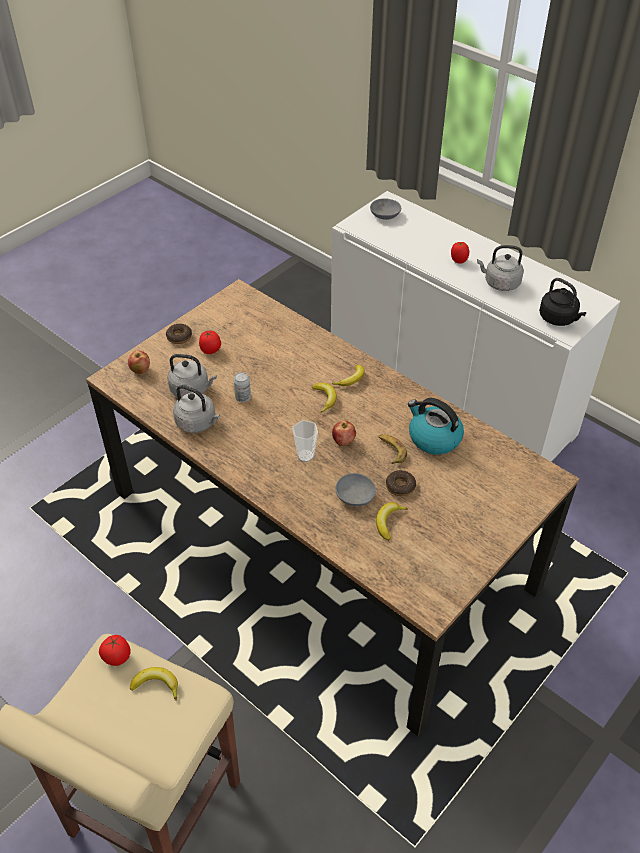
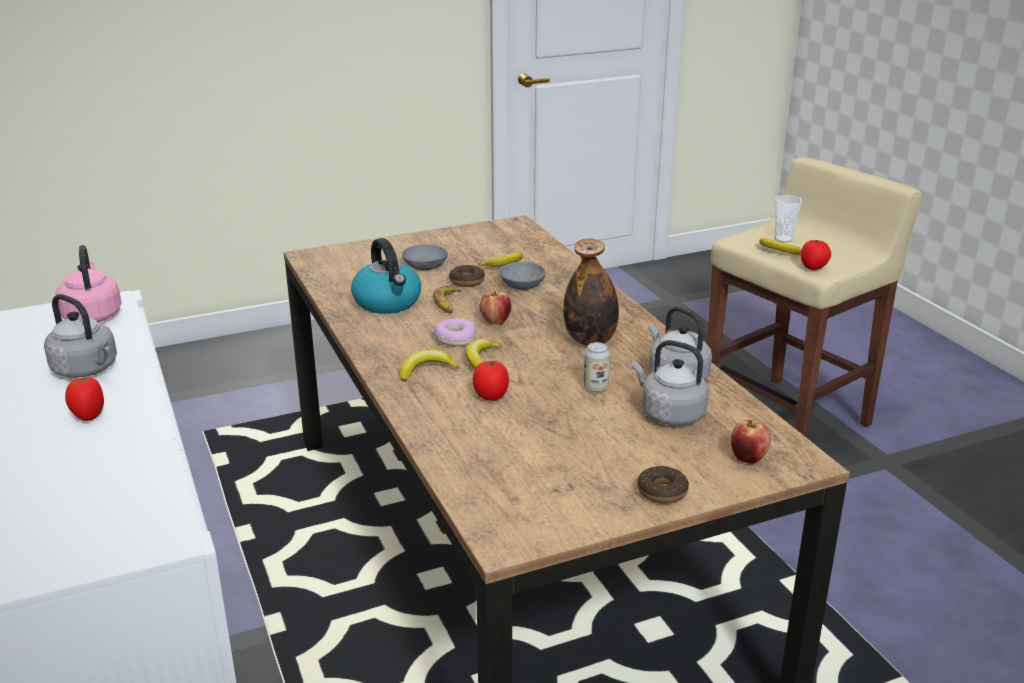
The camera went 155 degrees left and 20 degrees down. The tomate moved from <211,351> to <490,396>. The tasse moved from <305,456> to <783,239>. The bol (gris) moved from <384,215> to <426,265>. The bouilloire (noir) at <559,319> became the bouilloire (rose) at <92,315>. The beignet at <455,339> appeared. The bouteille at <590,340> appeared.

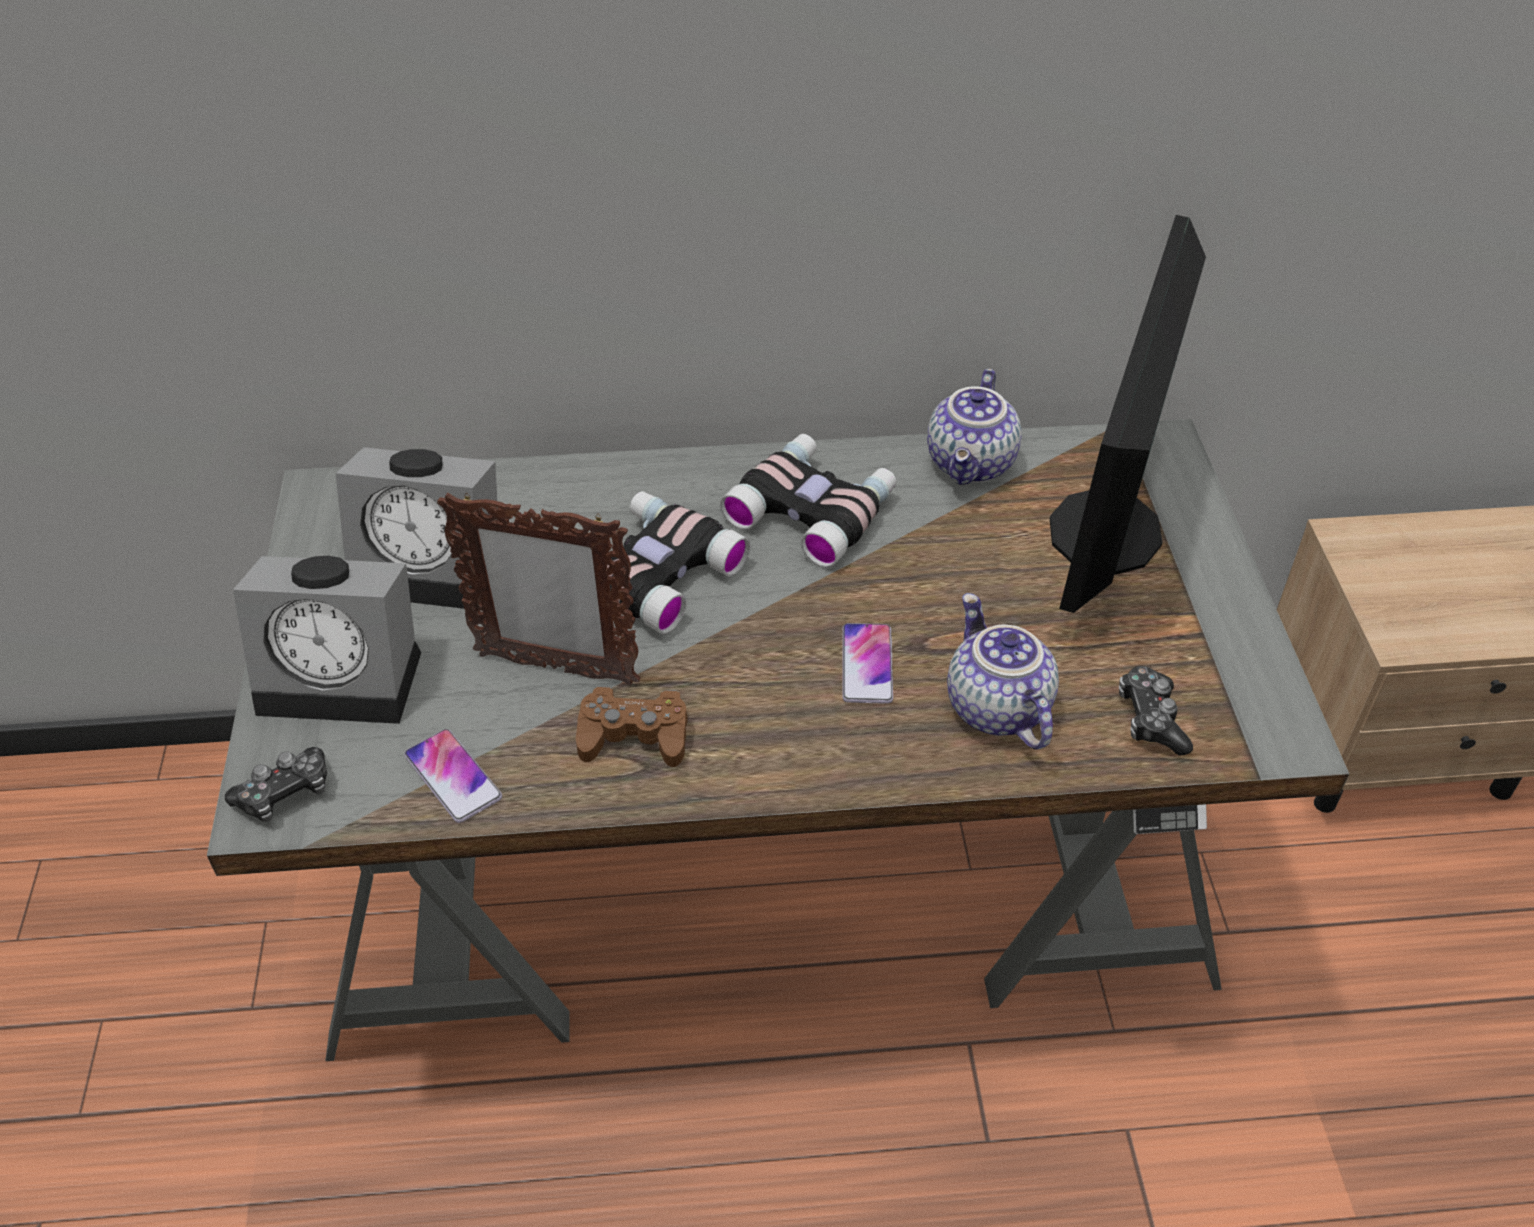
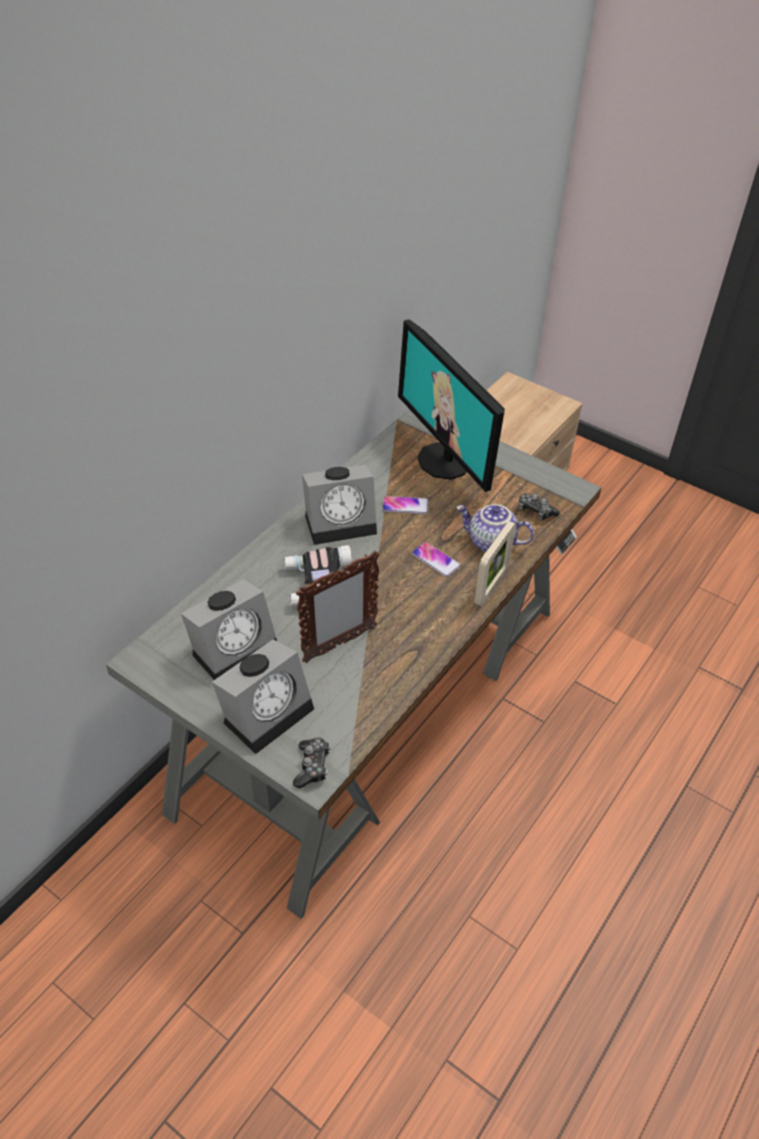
The camera went 50 degrees left and 0 degrees up. The téléphone moved from <453,776> to <405,506>. The manette (marron) at <634,736> disappeared. The jumelles at <813,509> was replaced by the réveil at <342,522>. The théière at <972,464> disappeared. The cadre photo at <491,586> appeared.

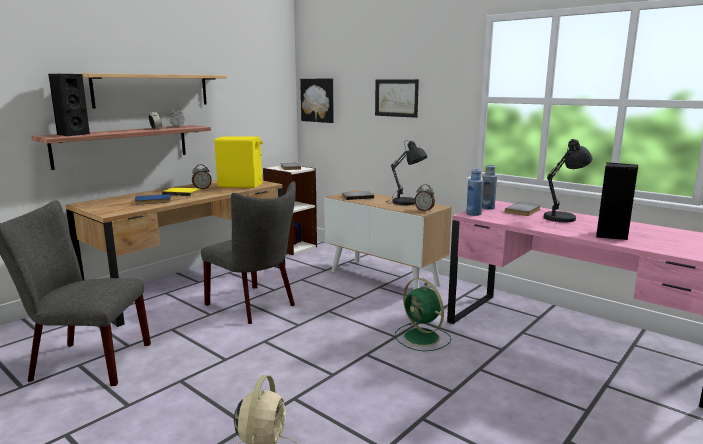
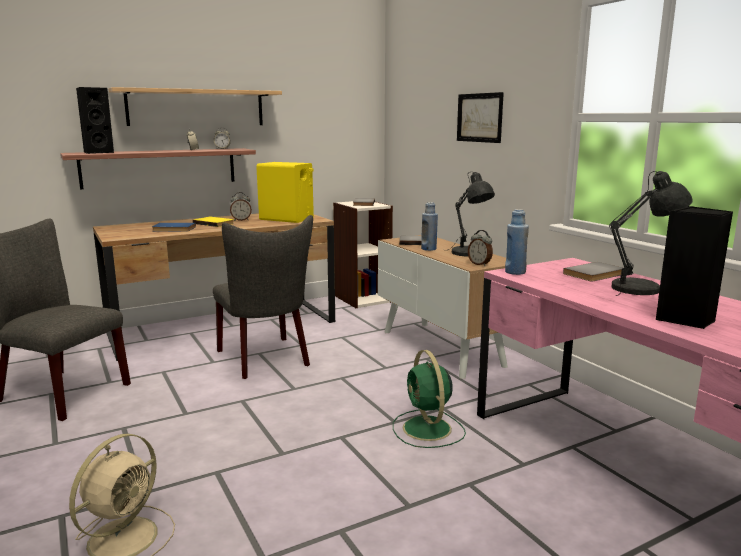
The camera went 20 degrees right and 0 degrees up. The tableau at <318,100> disappeared. The bouteille (bleu) moved from <487,208> to <428,249>.

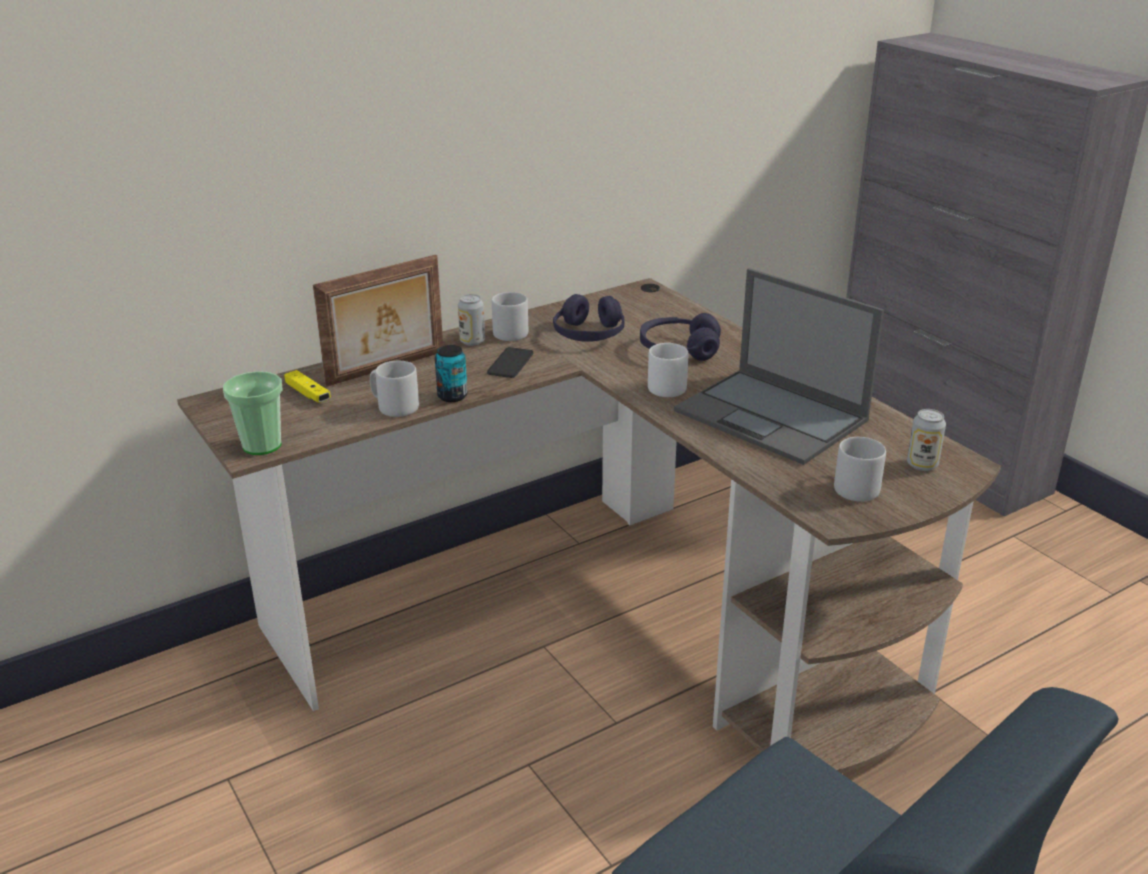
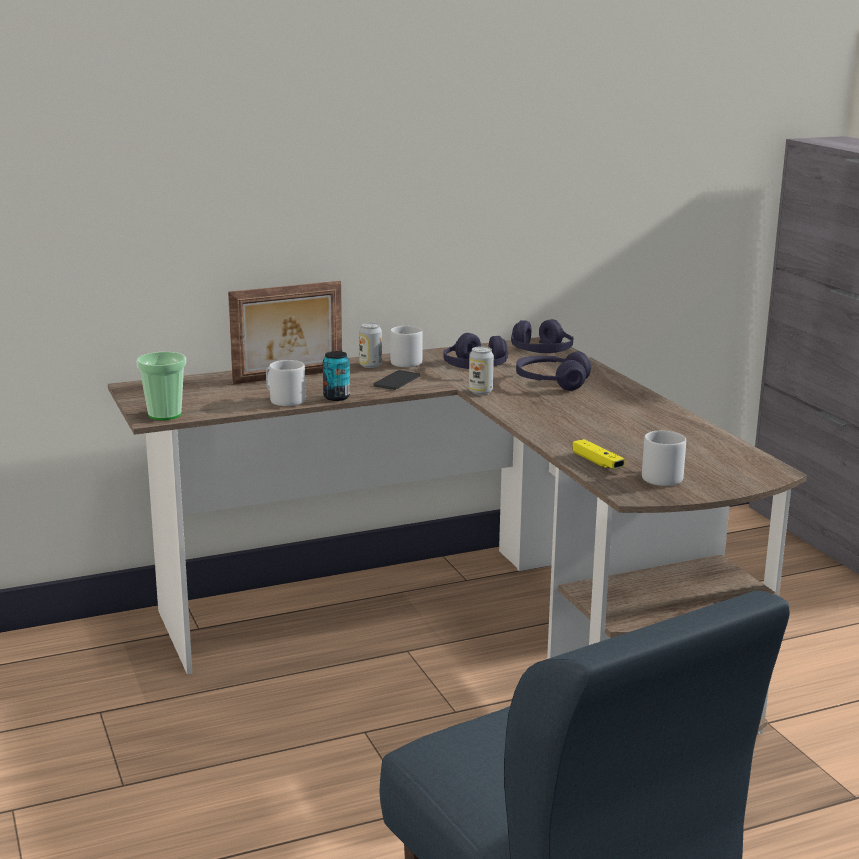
The camera went 10 degrees right and 10 degrees down. The manette (jaune) moved from <308,394> to <597,462>. The mug (blanc) at <669,387> disappeared. The ordinateur portable at <773,416> disappeared. The boîte métallique moved from <922,465> to <480,392>. The casque audio (violet) at <541,352> appeared.

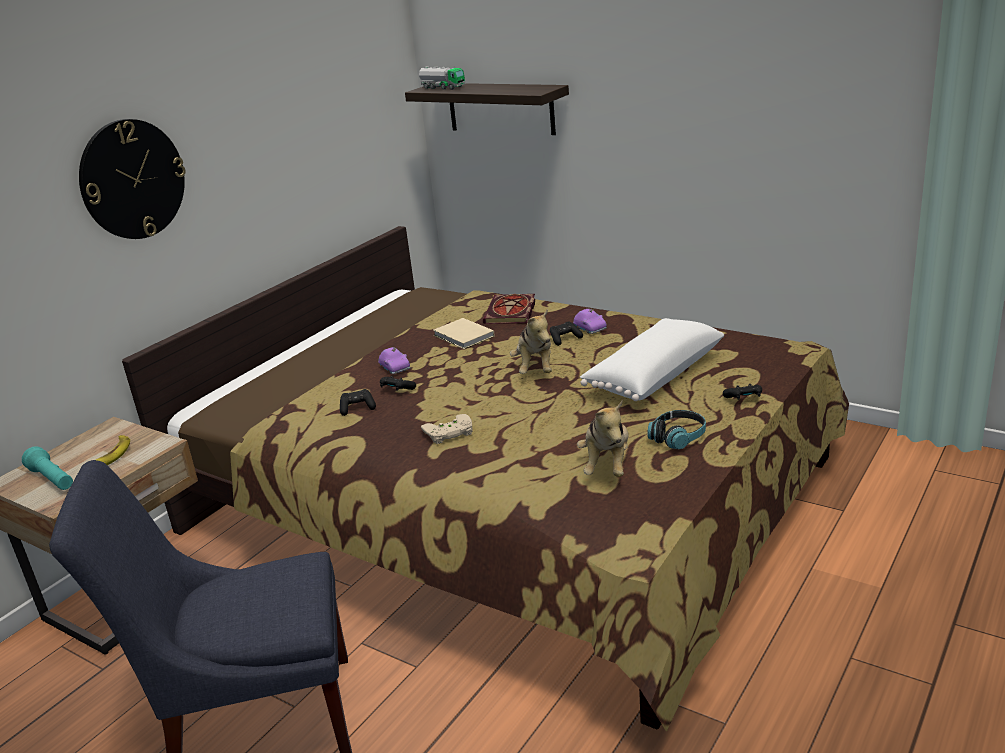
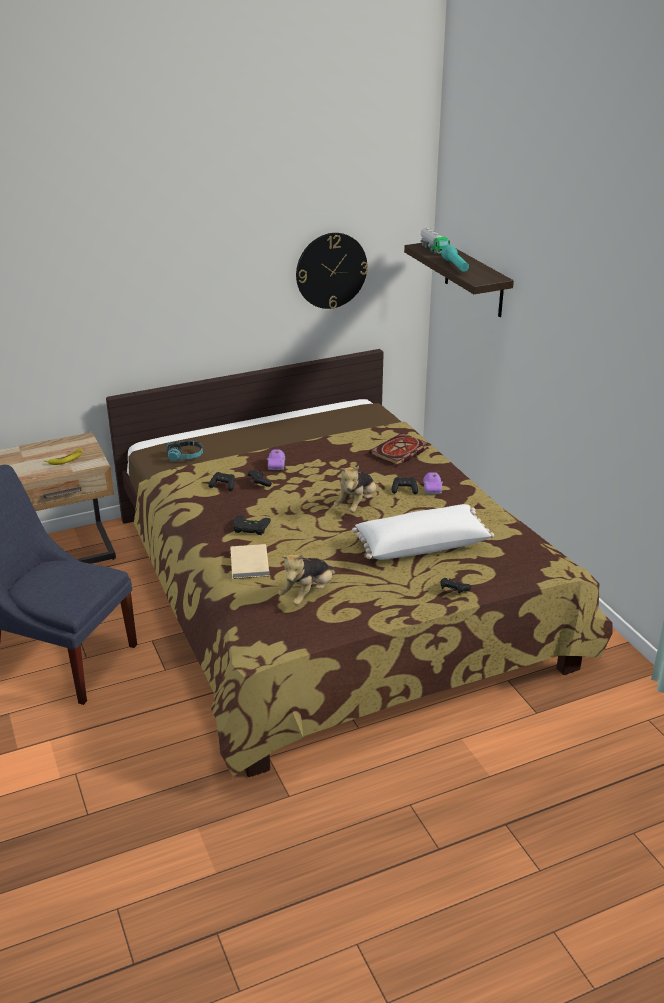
The camera went 30 degrees right and 5 degrees up. The lampe de poche (turquoise) moved from <52,480> to <455,266>. The horloge murale moved from <132,179> to <331,270>. The manette (beige) at <449,433> became the manette (noir) at <250,528>. The livre (beige) moved from <464,336> to <248,564>. The casque audio moved from <678,437> to <185,456>.

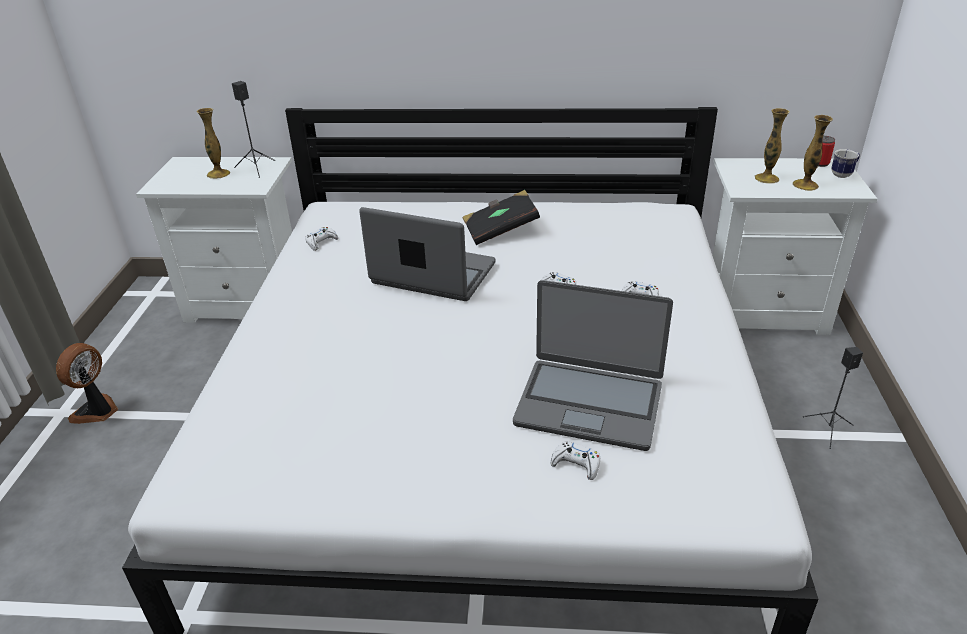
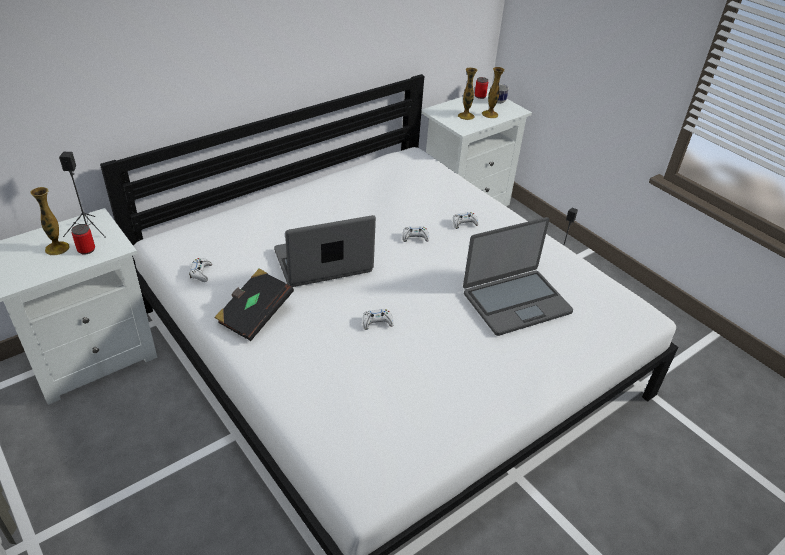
The camera went 45 degrees left and 5 degrees up. The ventilateur at <97,411> disappeared. The livre (noir) moved from <500,230> to <255,315>. The manette (blanc) moved from <576,464> to <377,322>. The boîte métallique at <86,249> appeared.

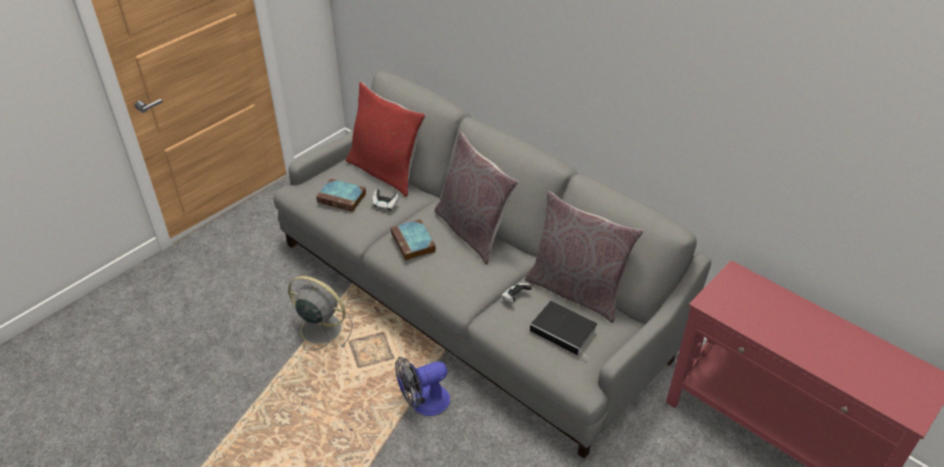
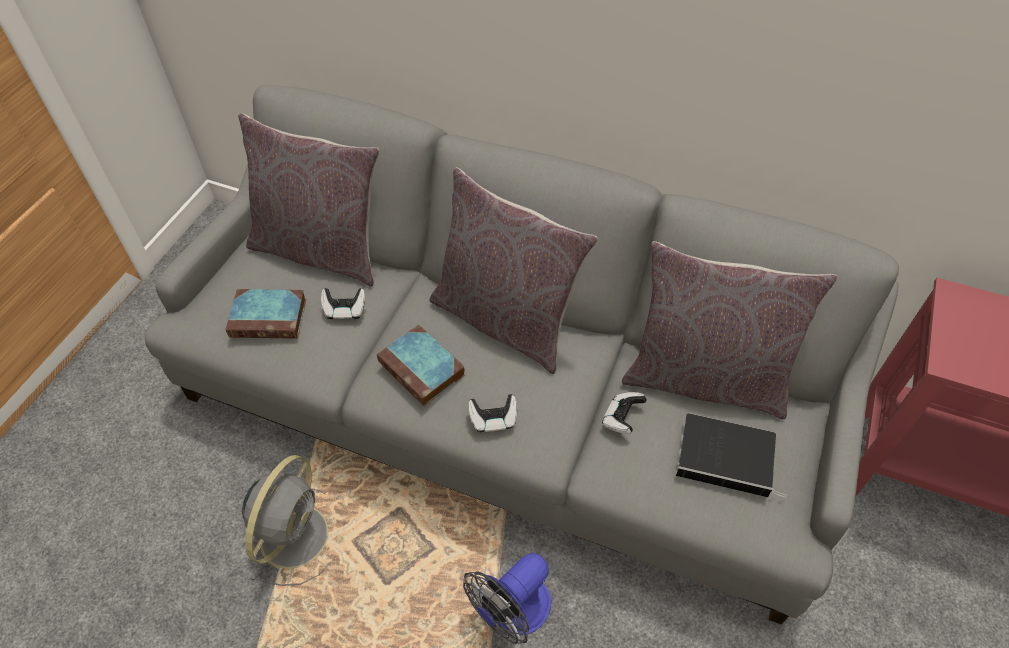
The camera went 20 degrees left and 10 degrees up. The ventilateur (gris) at <319,328> turned 105 degrees clockwise. The coussin (rouge) at <386,172> became the coussin (gris) at <321,250>. The manette at <493,420> appeared.

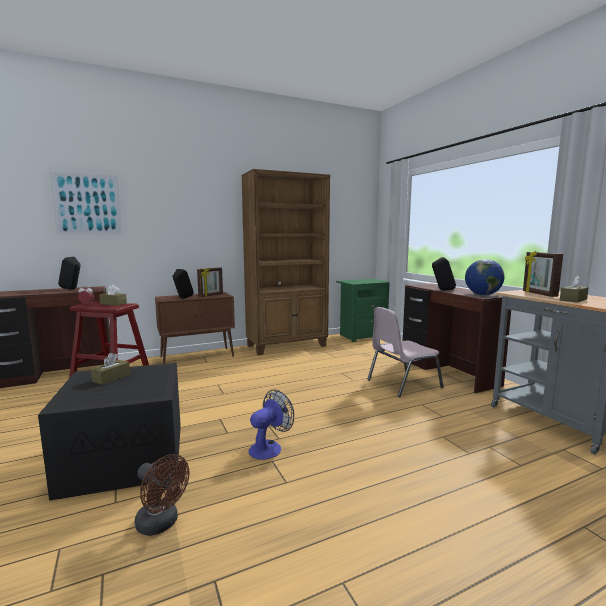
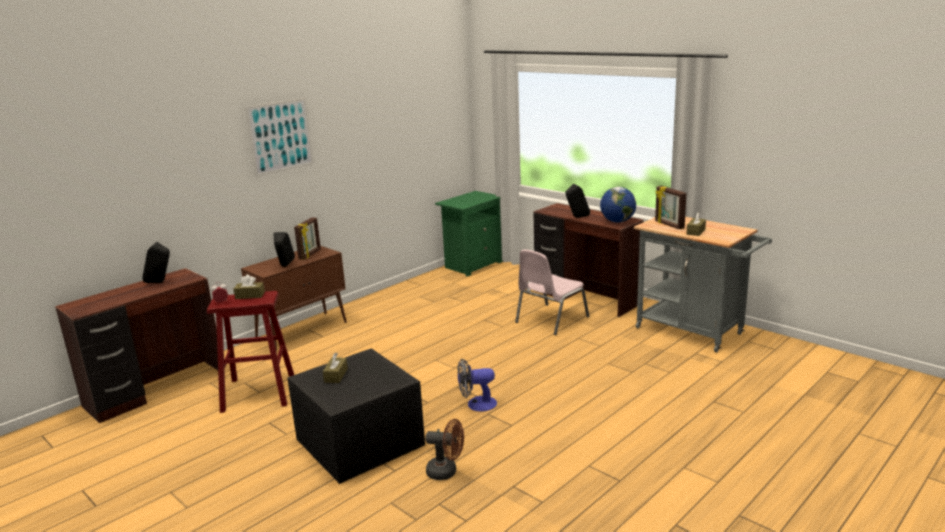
The camera went 20 degrees left and 10 degrees up. The tableau moved from <87,204> to <280,136>. The bibliothèque (marron) at <287,346> disappeared. The ventilateur at <269,447> turned 120 degrees counterclockwise.

